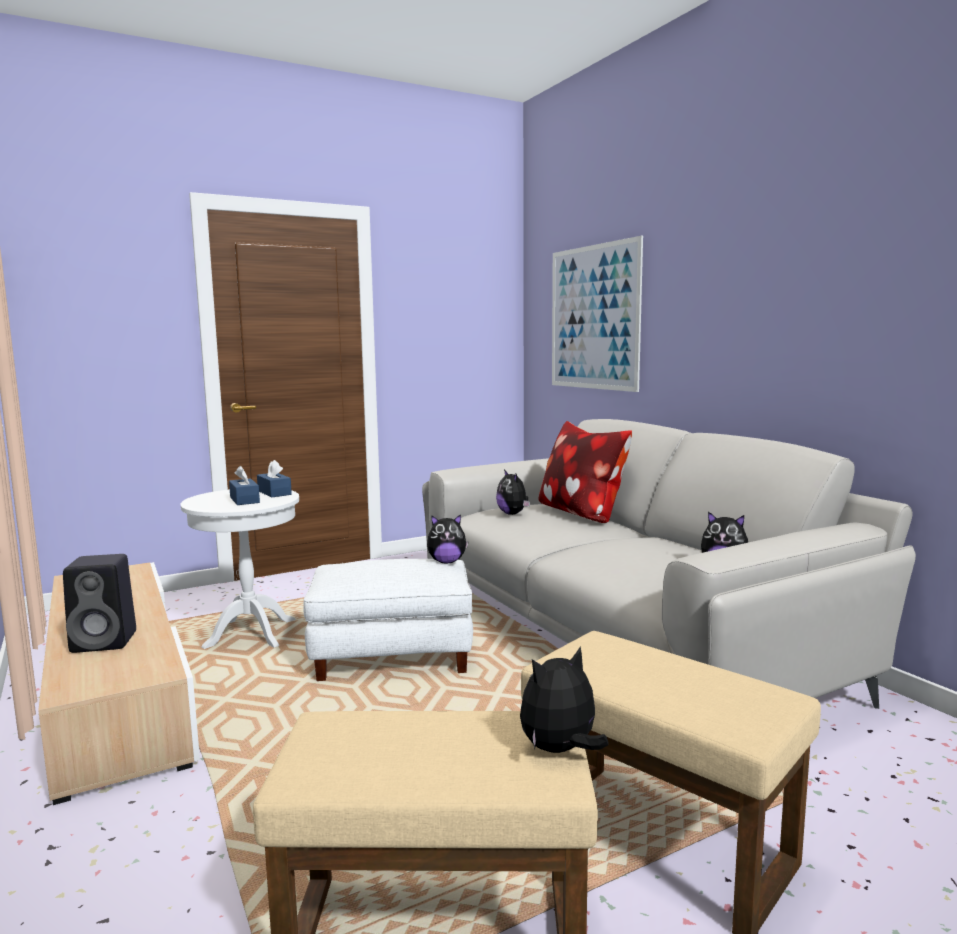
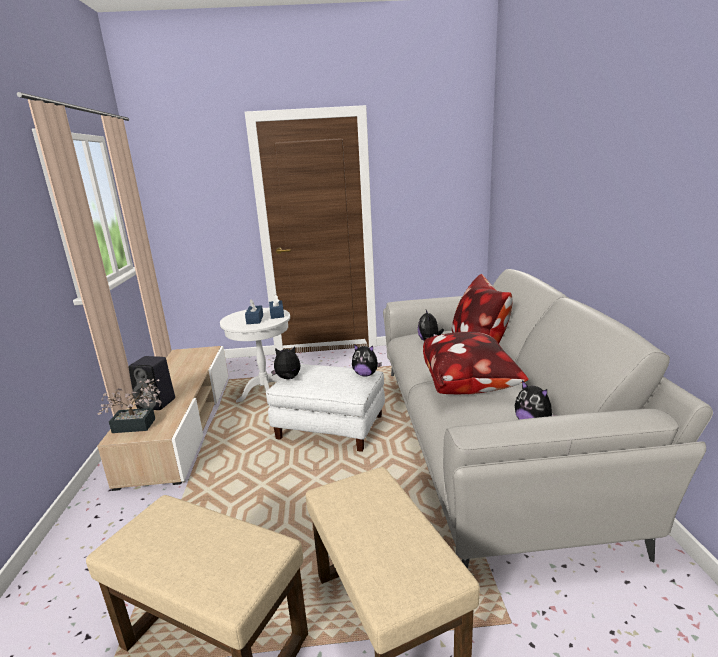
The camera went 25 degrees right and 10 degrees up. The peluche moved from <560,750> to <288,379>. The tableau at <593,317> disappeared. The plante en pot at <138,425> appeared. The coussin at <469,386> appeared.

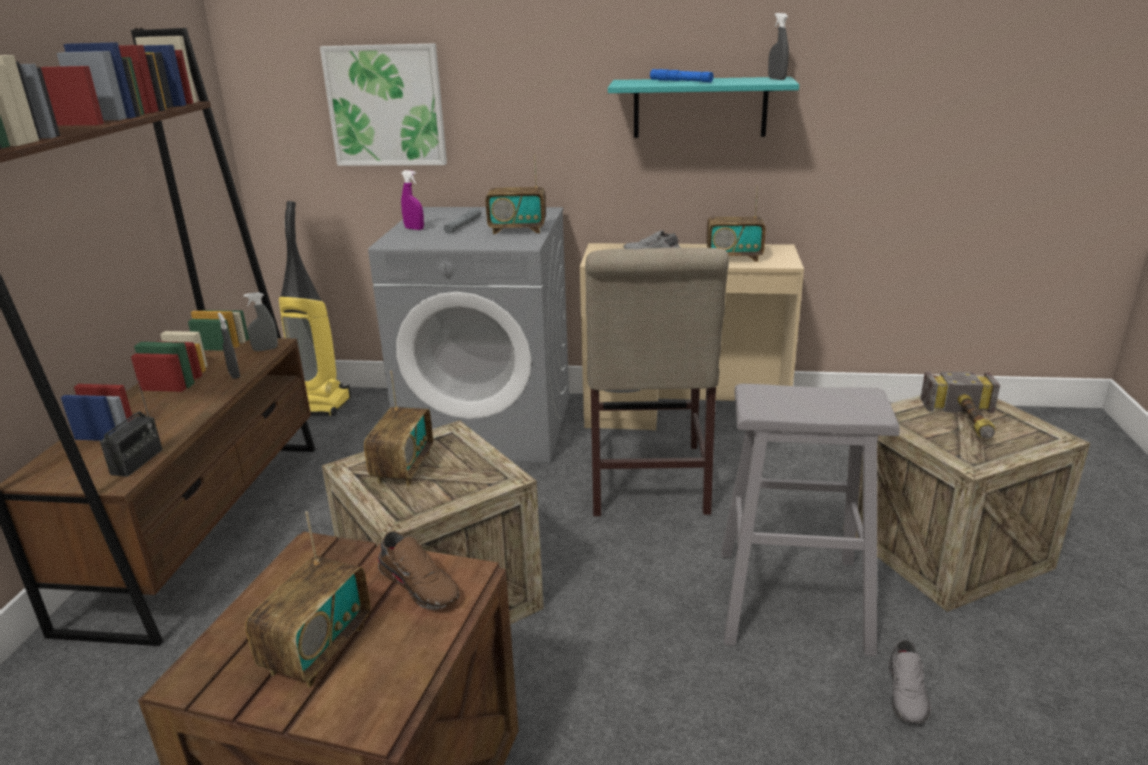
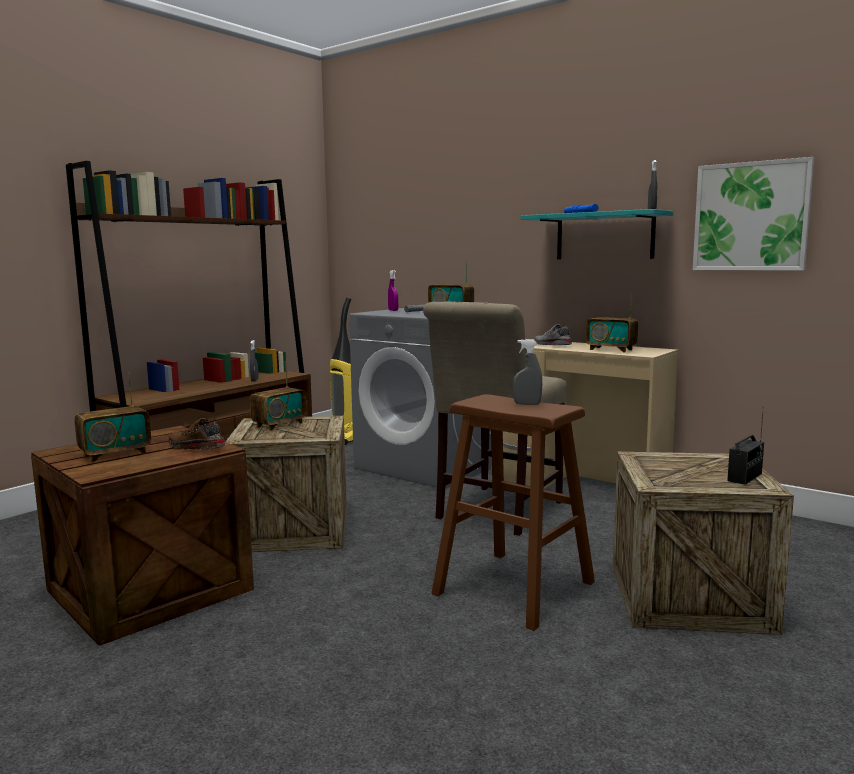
The camera went 30 degrees right and 15 degrees down. The radio moved from <137,462> to <745,477>. The vaporisateur (gris) moved from <265,349> to <527,404>. The tableau moved from <386,106> to <751,216>. The chaussure (marron) at <421,584> turned 135 degrees clockwise. The tabouret (gris) at <792,599> became the tabouret (marron) at <515,588>. The chaussure (gris) at <908,693> disappeared. The marteau at <968,423> disappeared.

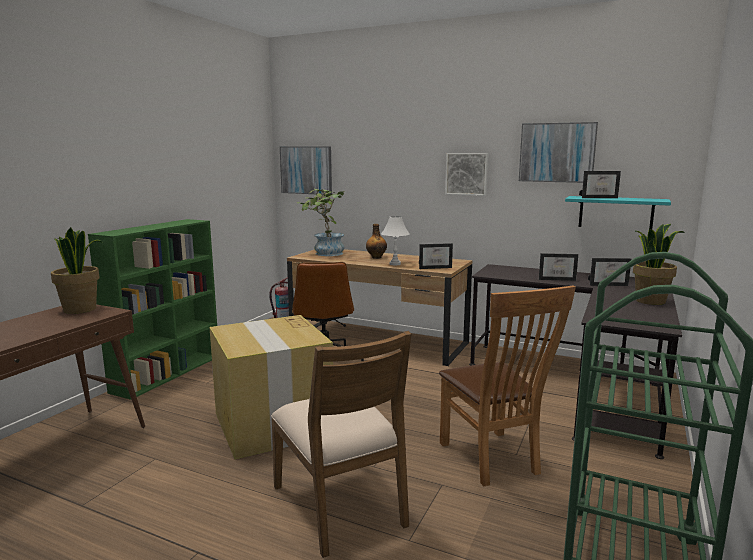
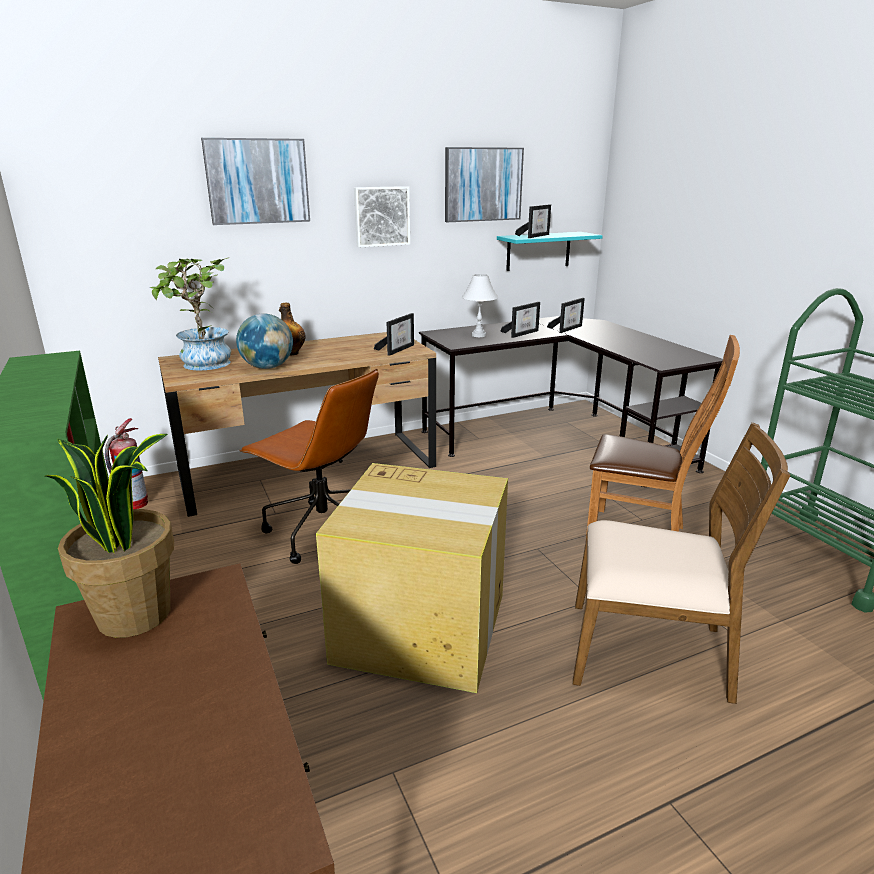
The camera went 50 degrees left and 10 degrees up. The tableau moved from <306,170> to <257,181>. The lampe de table (blanc) moved from <394,264> to <478,335>. The plante en pot at <650,301> disappeared. The globe at <267,367> appeared.

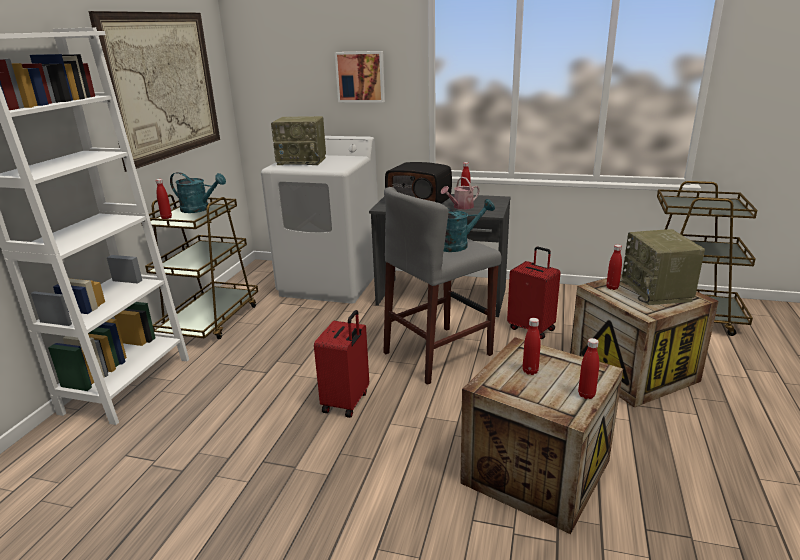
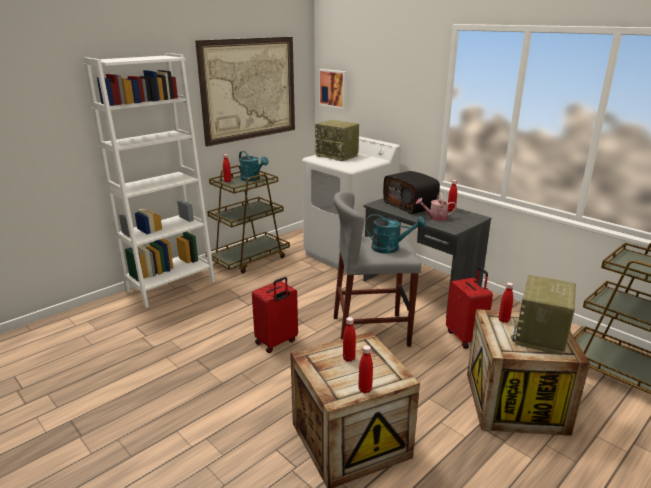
The camera went 30 degrees right and 0 degrees up. The tableau moved from <361,77> to <334,88>.

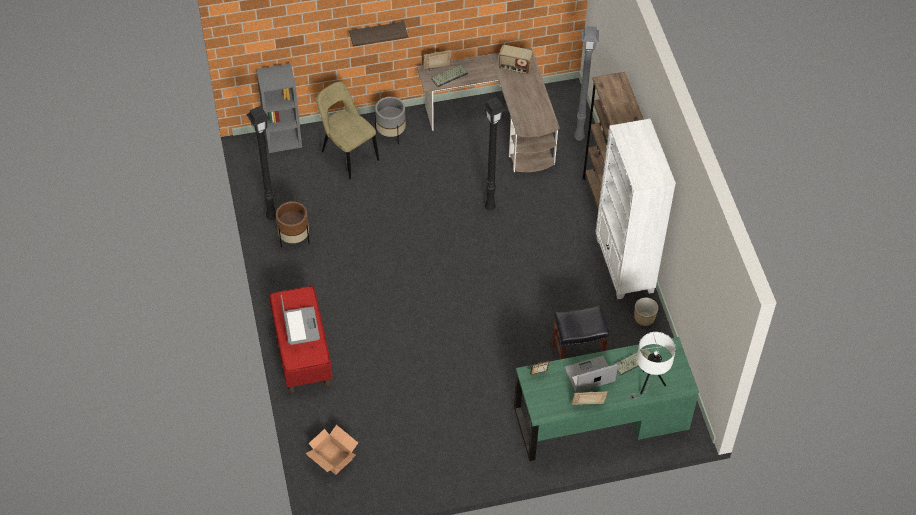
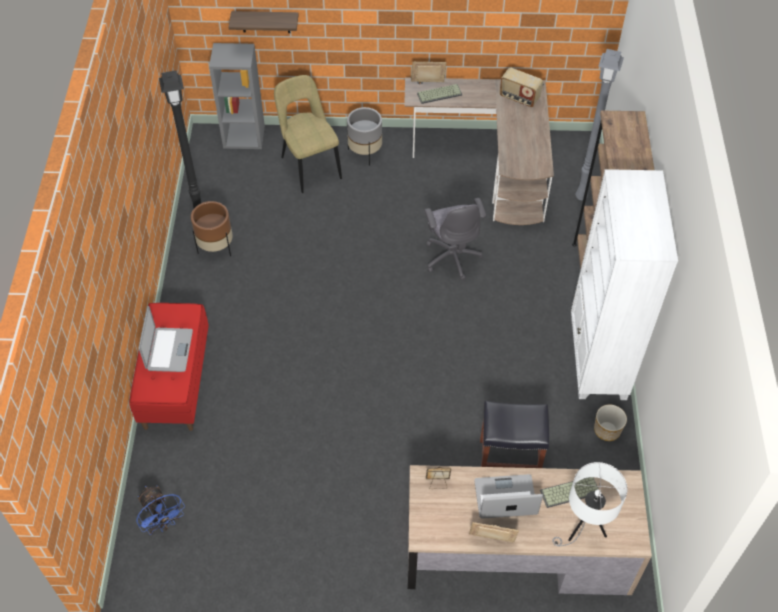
The camera went 15 degrees right and 0 degrees up. The carton at <333,457> was replaced by the ventilateur (bleu) at <163,524>. The étagère moved from <376,33> to <265,22>. The lampadaire (noir) at <489,208> was replaced by the chaise de bureau (gris) at <452,257>. The bureau (vert) at <601,418> became the bureau (marron) at <517,551>.

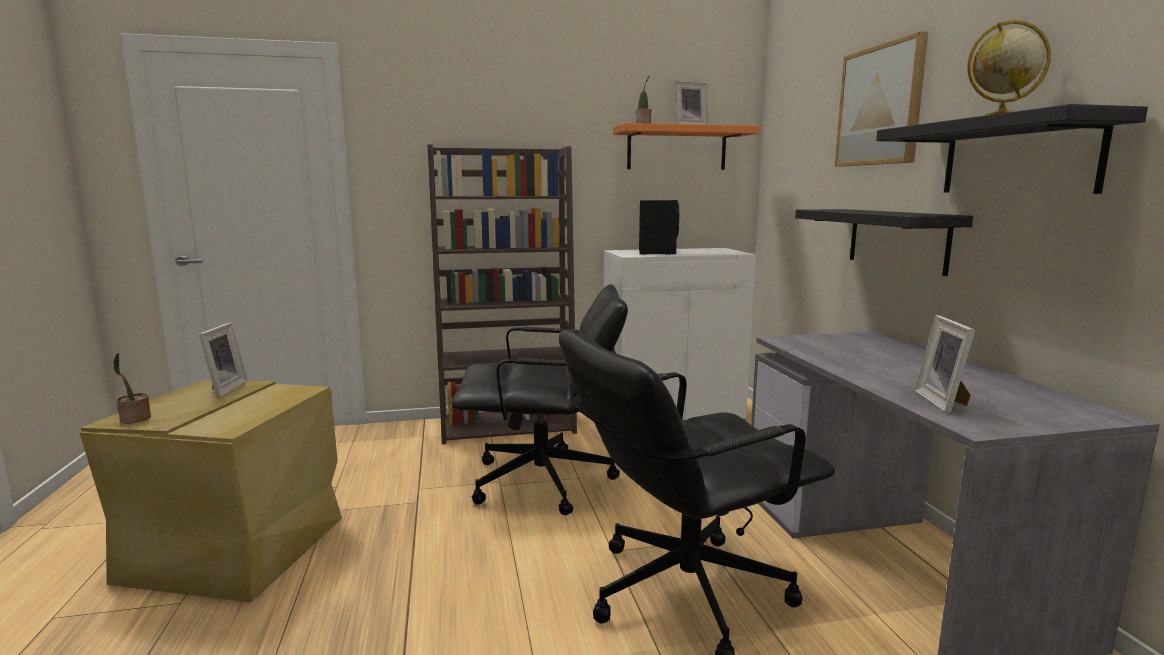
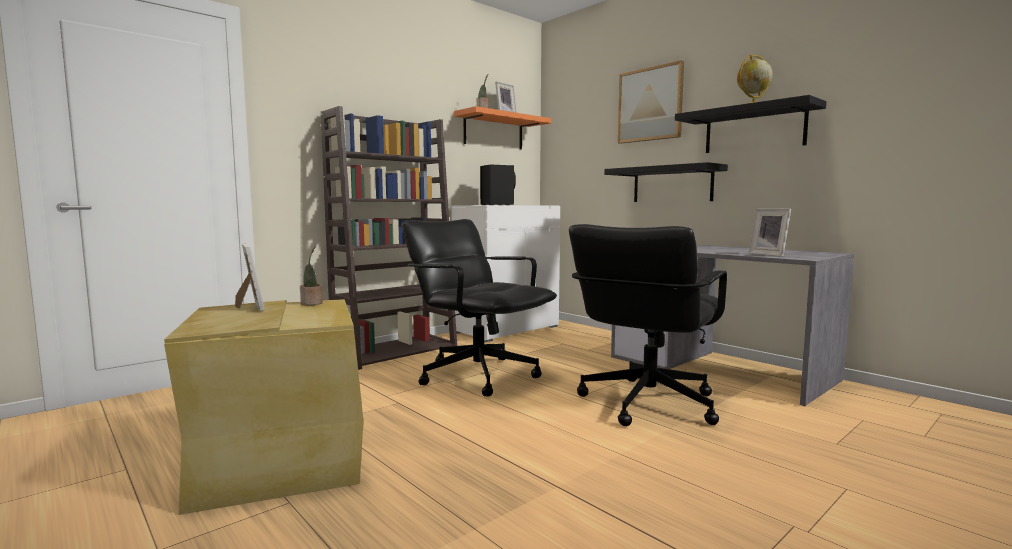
The camera went 30 degrees left and 5 degrees down. The plante en pot moved from <134,419> to <312,303>. The chaise de bureau (noir) at <544,482> turned 105 degrees counterclockwise.

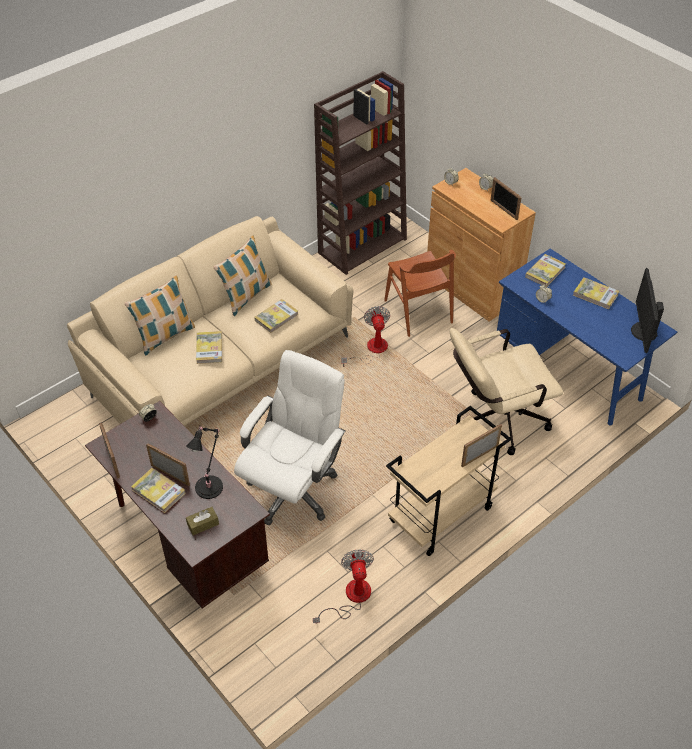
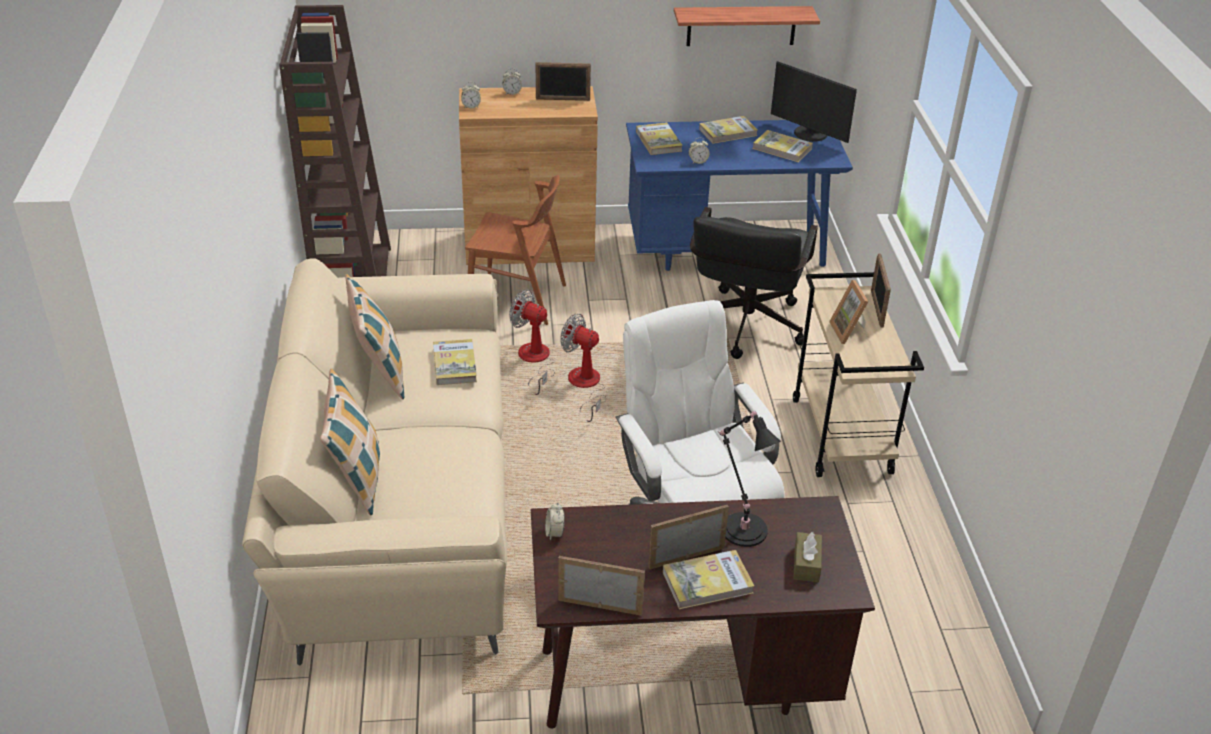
The camera went 55 degrees left and 10 degrees down. The livre moved from <209,349> to <782,149>. The ventilateur moved from <351,597> to <585,386>. The chaise de bureau (beige) at <496,421> became the chaise de bureau (noir) at <744,330>. The étagère at <741,26> appeared. The cadre photo at <849,332> appeared.

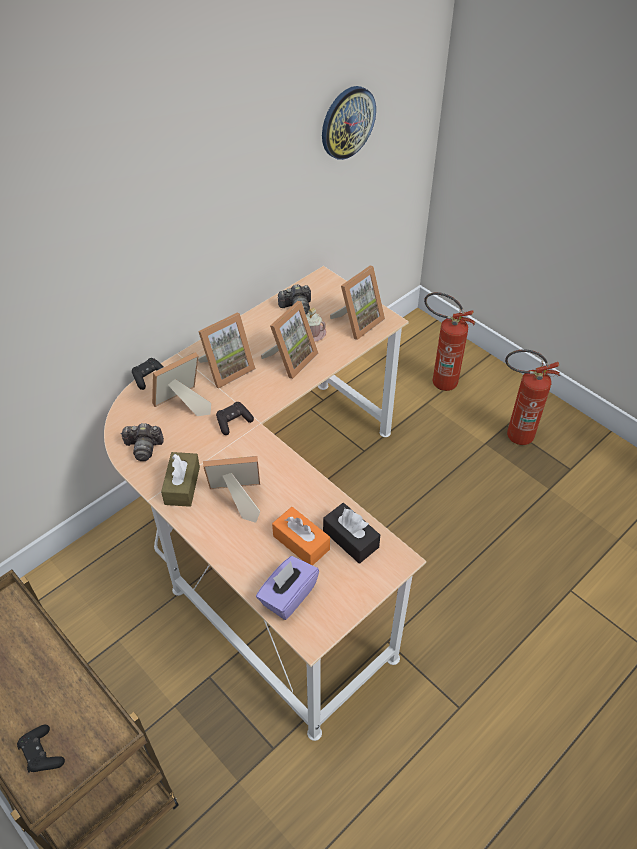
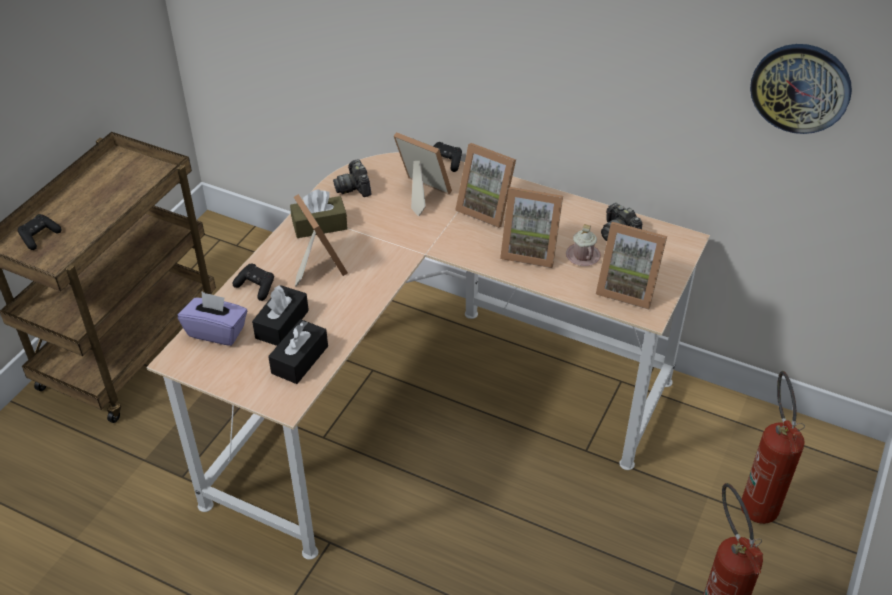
The camera went 70 degrees right and 5 degrees down. The manette (noir) moved from <233,422> to <256,287>. The boîte à mouchoirs (orange) at <301,542> became the boîte à mouchoirs (noir) at <282,324>.

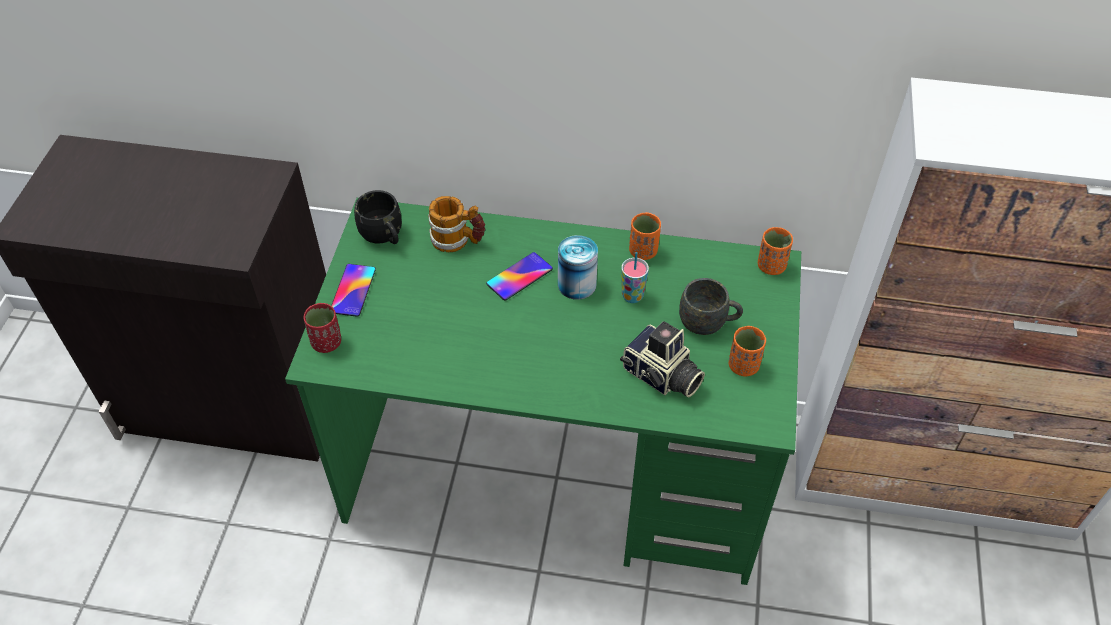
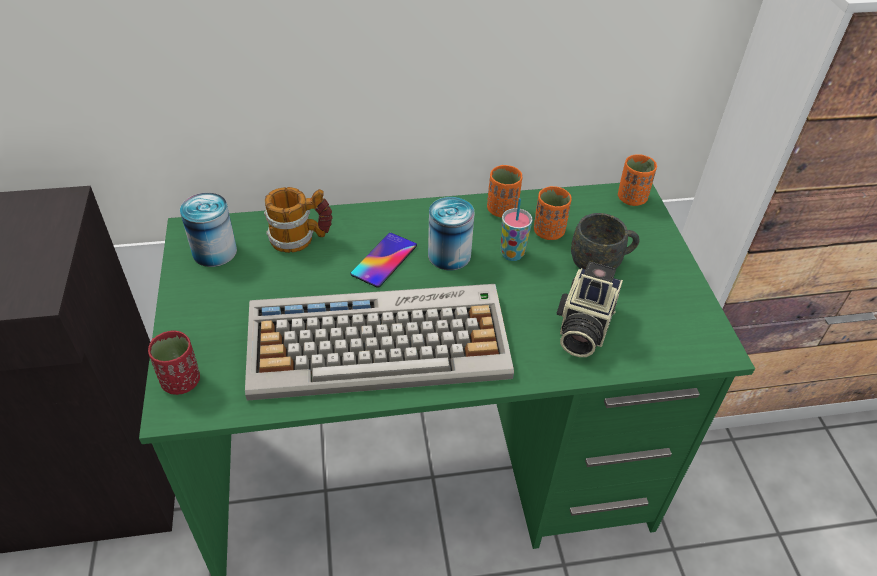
The camera went 20 degrees left and 5 degrees down. The téléphone at <353,290> disappeared. The mug (noir) at <384,237> was replaced by the boîte métallique at <214,251>. The appareil photo at <661,377> turned 90 degrees clockwise. The tasse (orange) moved from <743,365> to <548,232>. The clavier at <380,342> appeared.

